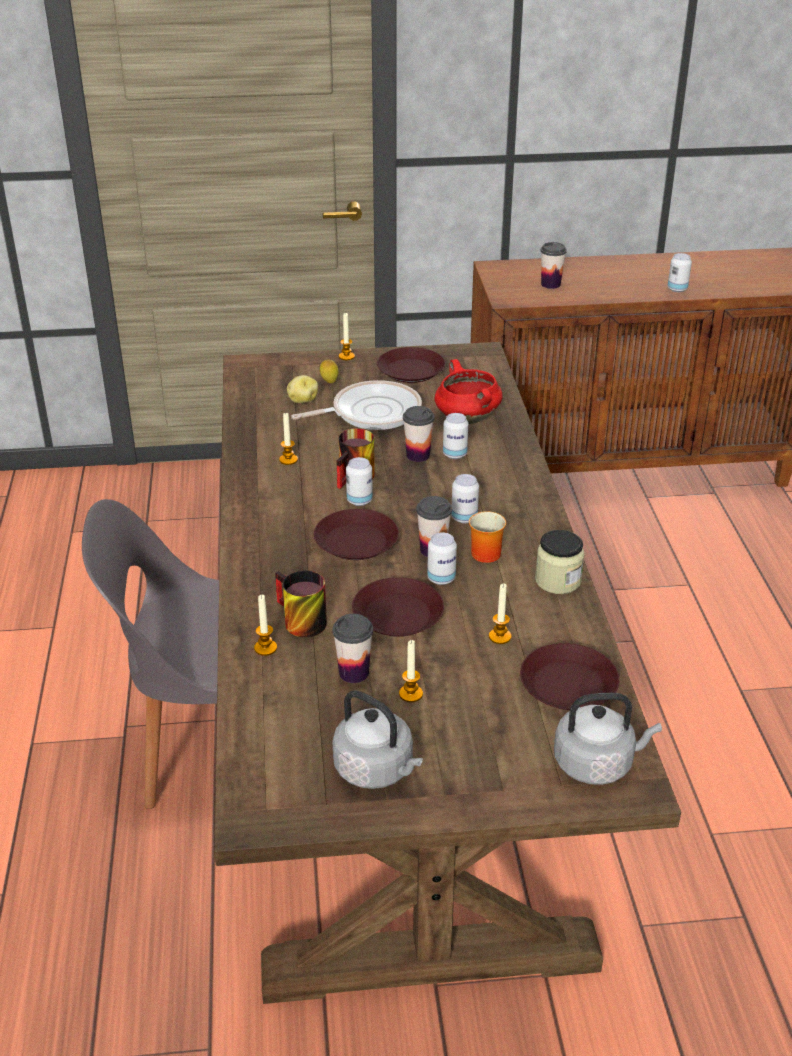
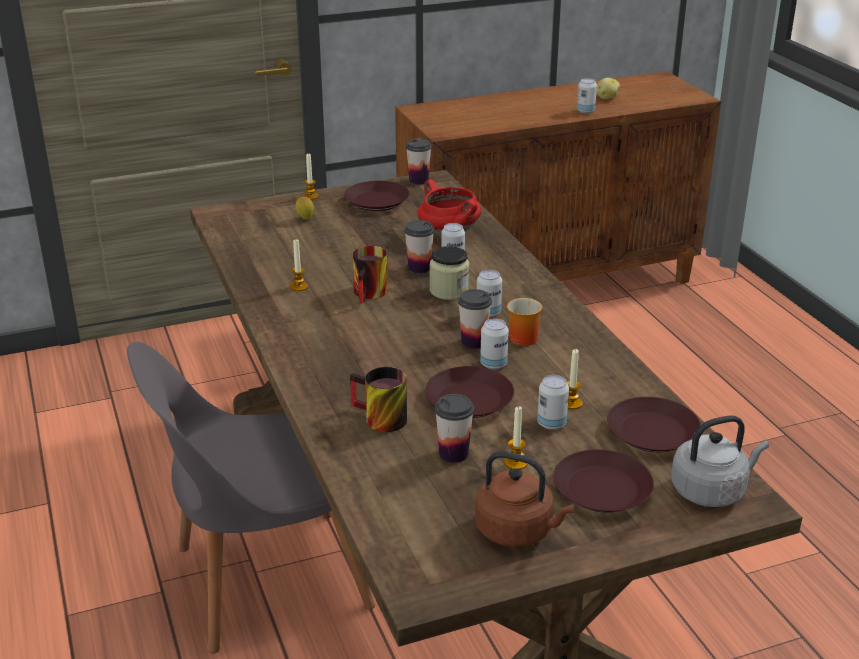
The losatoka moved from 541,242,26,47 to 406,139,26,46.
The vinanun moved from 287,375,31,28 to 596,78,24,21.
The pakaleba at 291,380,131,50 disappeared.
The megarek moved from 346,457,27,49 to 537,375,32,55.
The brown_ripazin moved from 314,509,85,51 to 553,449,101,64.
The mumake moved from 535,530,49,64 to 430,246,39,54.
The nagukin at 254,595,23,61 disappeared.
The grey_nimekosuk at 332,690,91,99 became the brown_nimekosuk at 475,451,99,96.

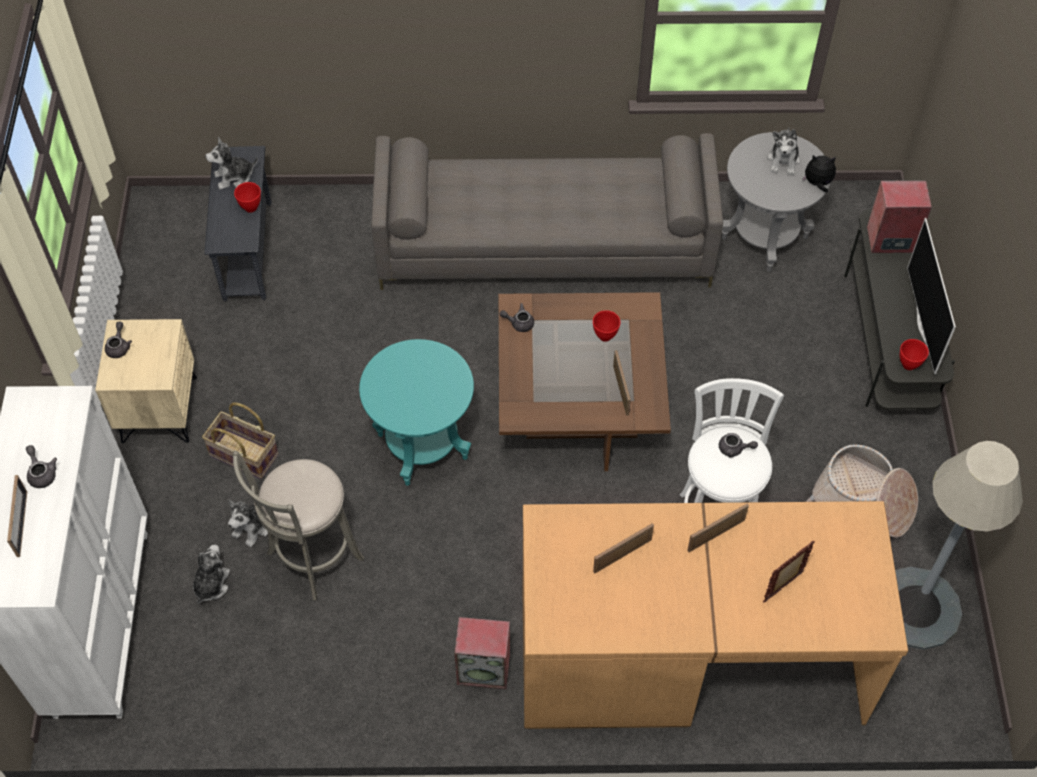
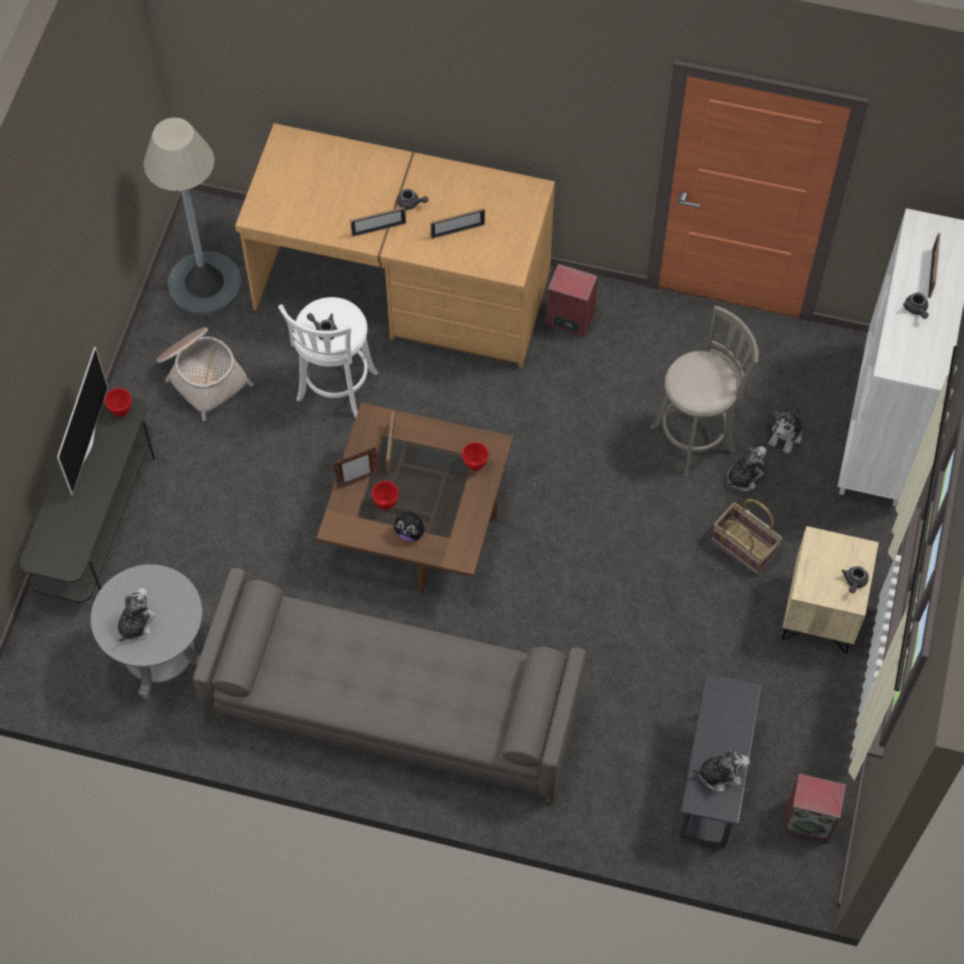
The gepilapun moved from 802,155,34,37 to 394,510,35,31.
The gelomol moved from 867,180,65,73 to 783,773,63,70.
The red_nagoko moved from 234,182,27,31 to 462,442,27,29.
The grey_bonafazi moved from 500,303,34,29 to 397,189,32,21.
The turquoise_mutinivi at 359,339,115,147 disappeared.
The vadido moved from 763,541,52,61 to 333,446,46,43.

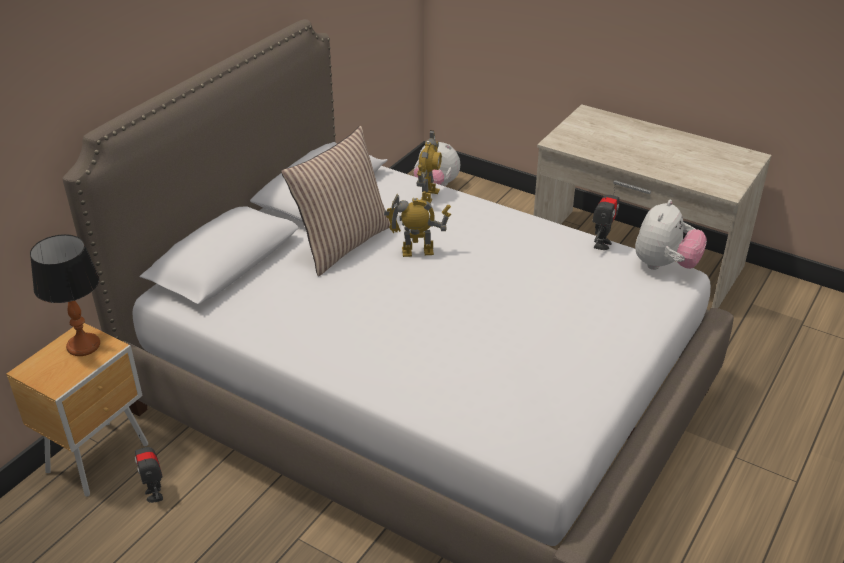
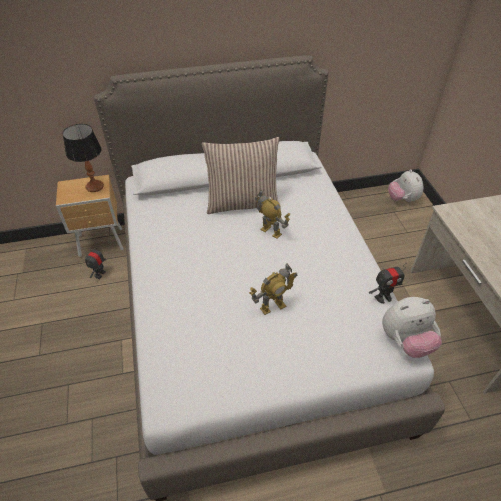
The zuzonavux moved from 416,130,26,74 to 249,264,49,51.

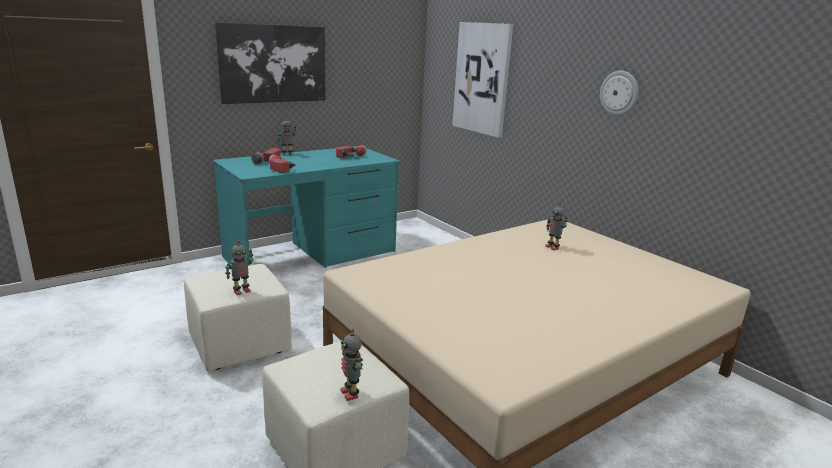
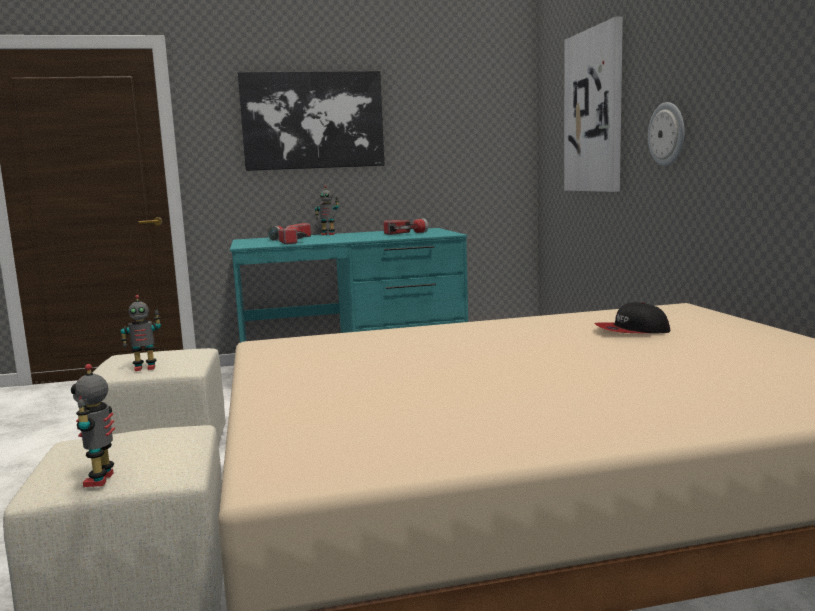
The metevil moved from 600,71,38,45 to 648,102,37,64.
The zuzonavux at 545,202,23,48 was replaced by the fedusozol at 594,302,76,32.

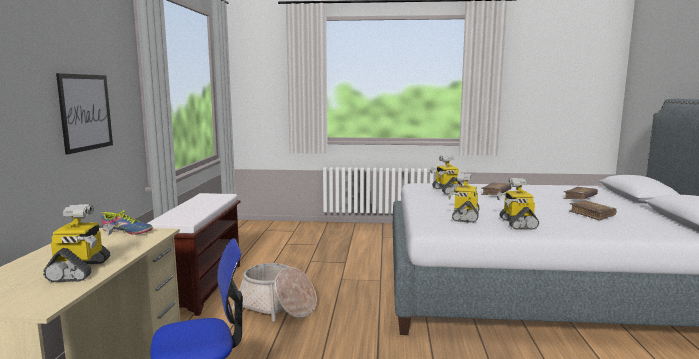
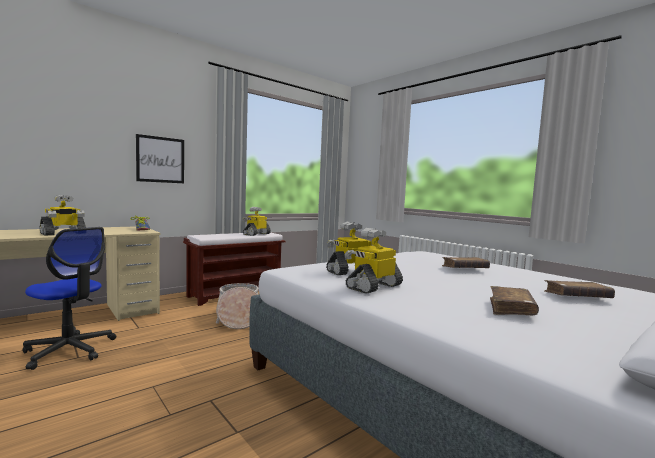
The zuzonavux moved from 430,155,33,39 to 242,207,29,29.

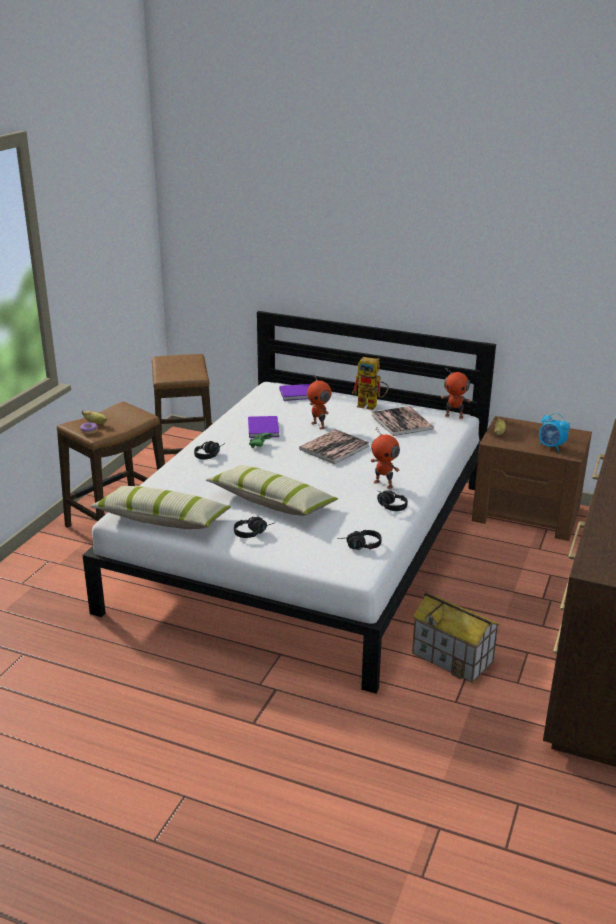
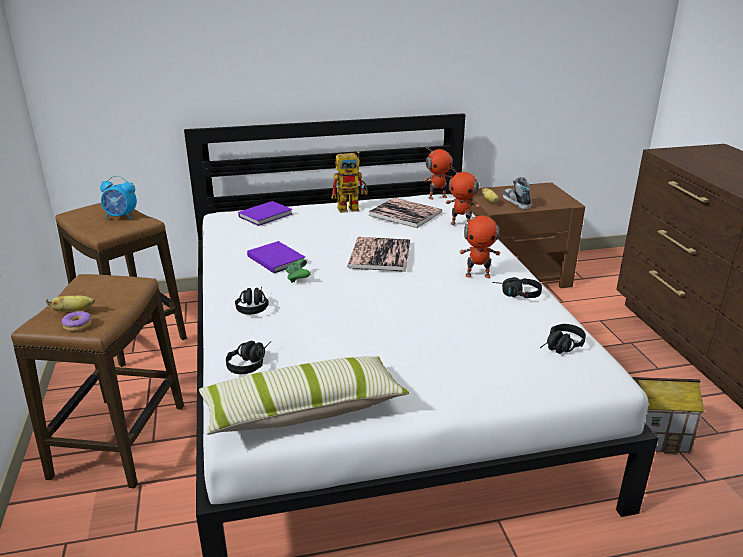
The zuzonavux moved from 307,374,25,56 to 446,166,34,59.
The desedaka moved from 539,413,31,39 to 100,175,37,44.
The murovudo at 206,465,132,51 disappeared.
The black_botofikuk moved from 234,517,40,21 to 226,341,45,33.
The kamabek at 503,177,28,32 appeared.

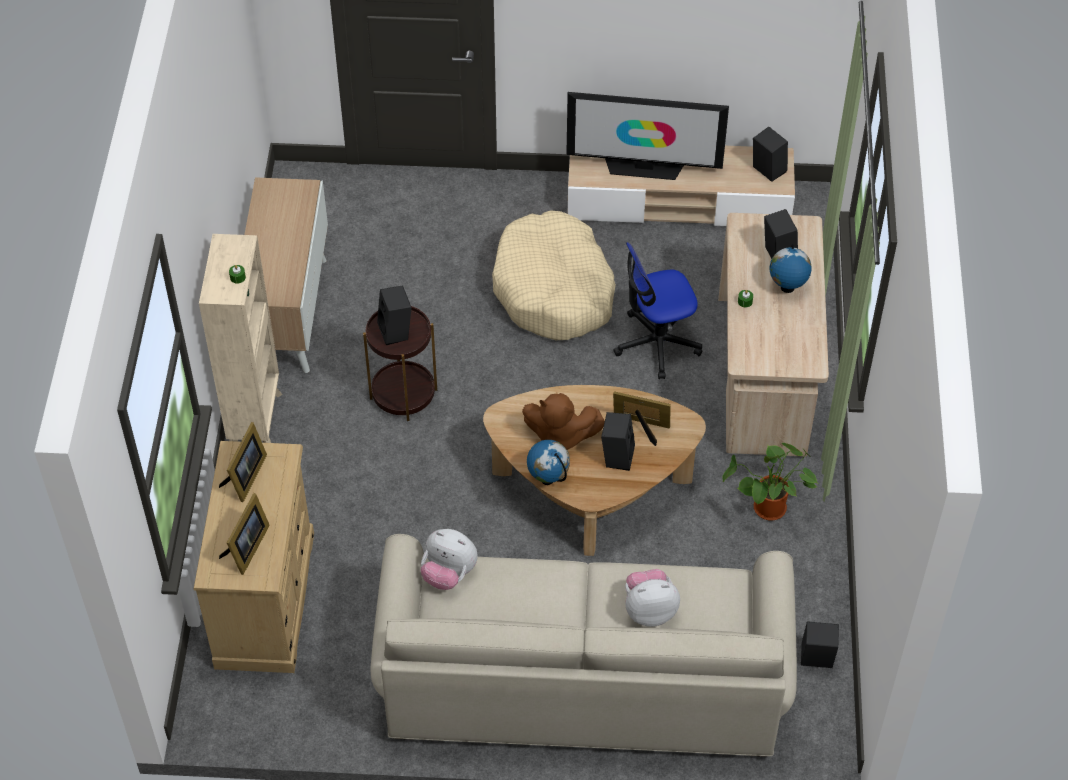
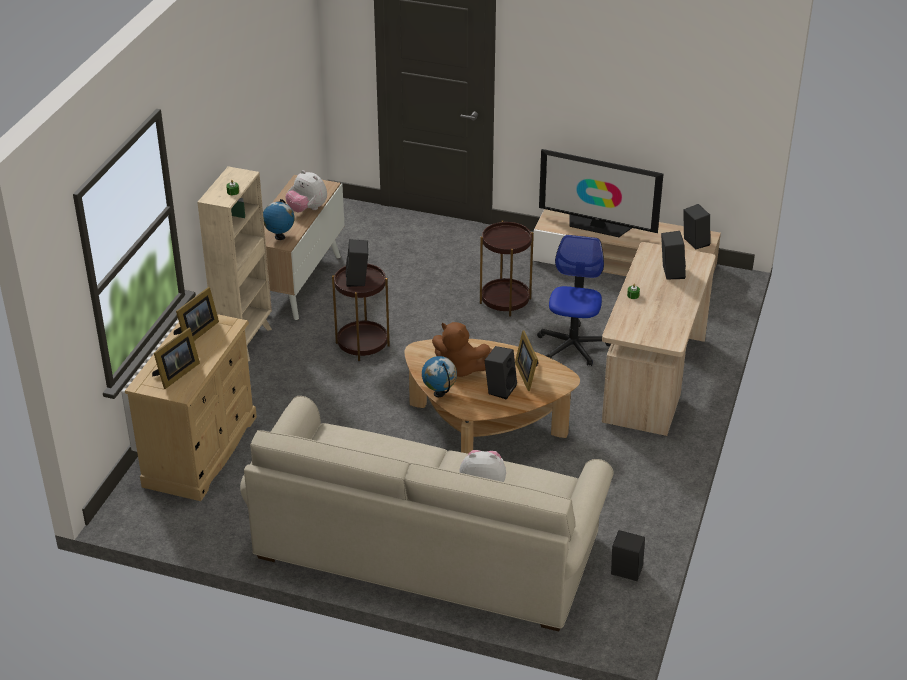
The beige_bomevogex at 492,210,124,130 was replaced by the brown_mutinivi at 480,220,54,97.
The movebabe at 613,242,89,137 turned 105 degrees clockwise.
The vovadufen moved from 770,244,42,49 to 263,199,31,41.
The vadido at 613,391,58,55 turned 135 degrees counterclockwise.
The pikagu at 722,443,95,77 disappeared.
The gepilapun moved from 420,529,58,61 to 286,170,41,42.

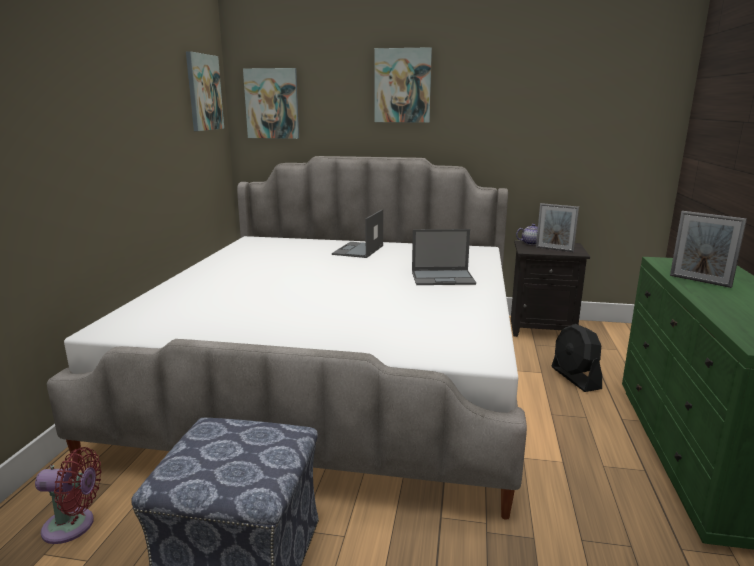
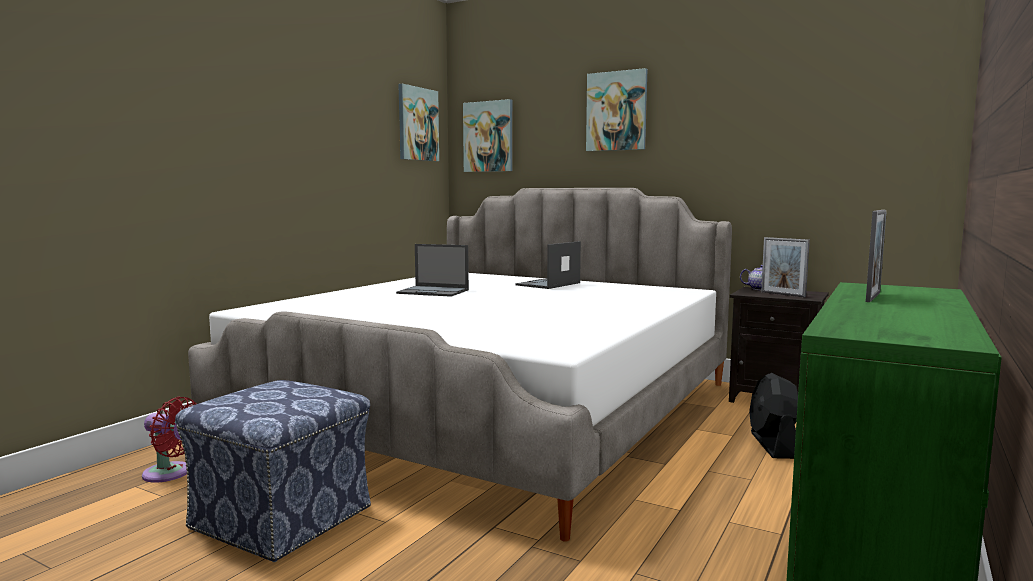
The vadido at 670,211,77,77 turned 120 degrees counterclockwise.
The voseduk moved from 412,229,64,56 to 396,244,73,53.

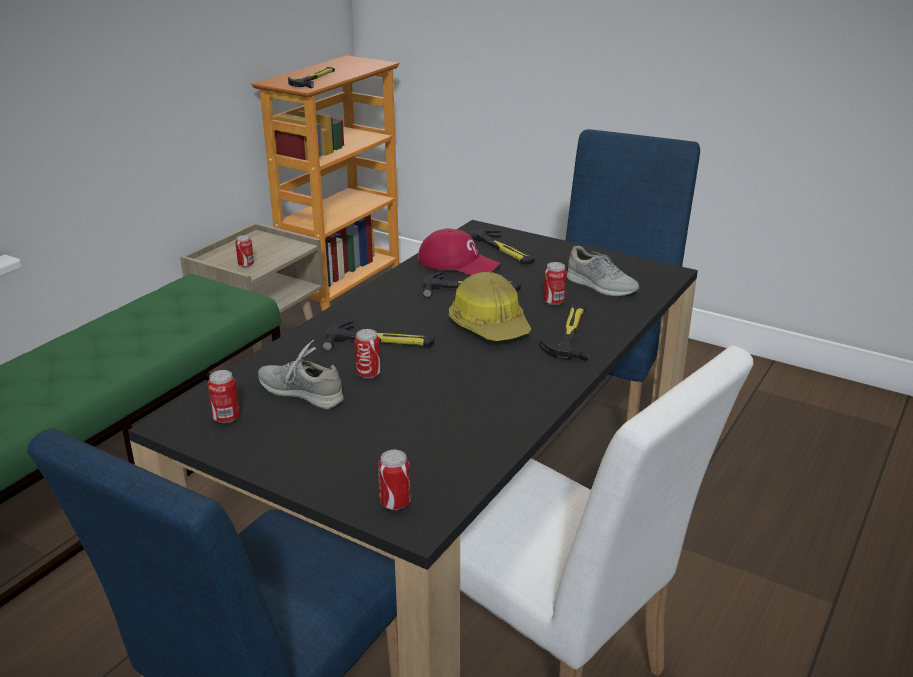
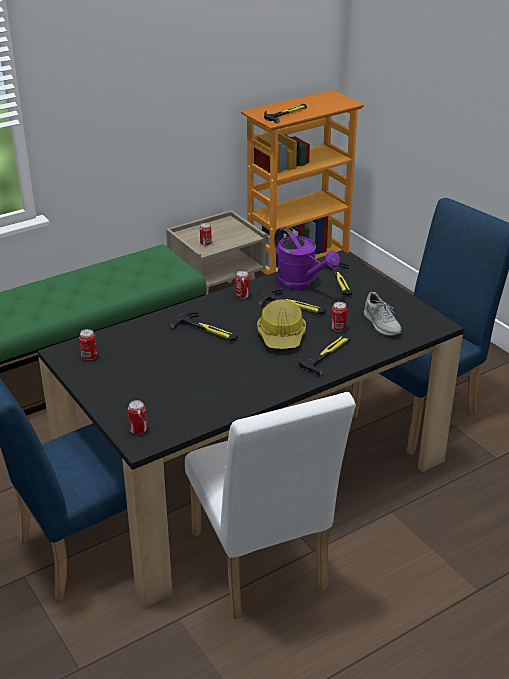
The red_fedusozol at 417,228,84,47 was replaced by the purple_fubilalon at 274,227,66,64.
The megarek moved from 354,329,27,50 to 235,271,15,28.
The grey_kamabek at 258,340,86,69 disappeared.

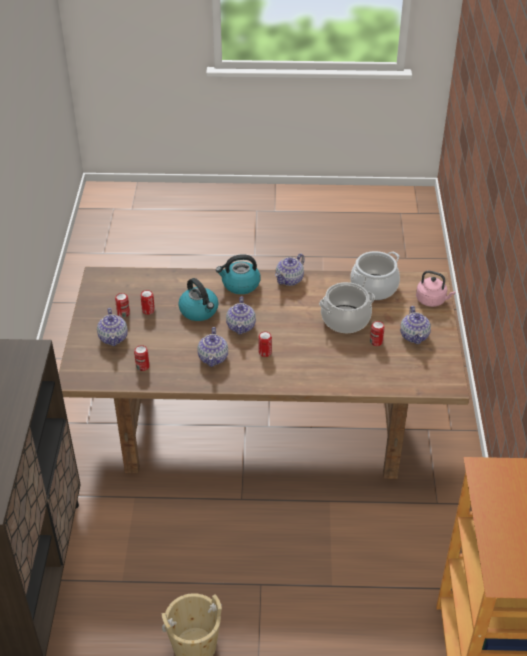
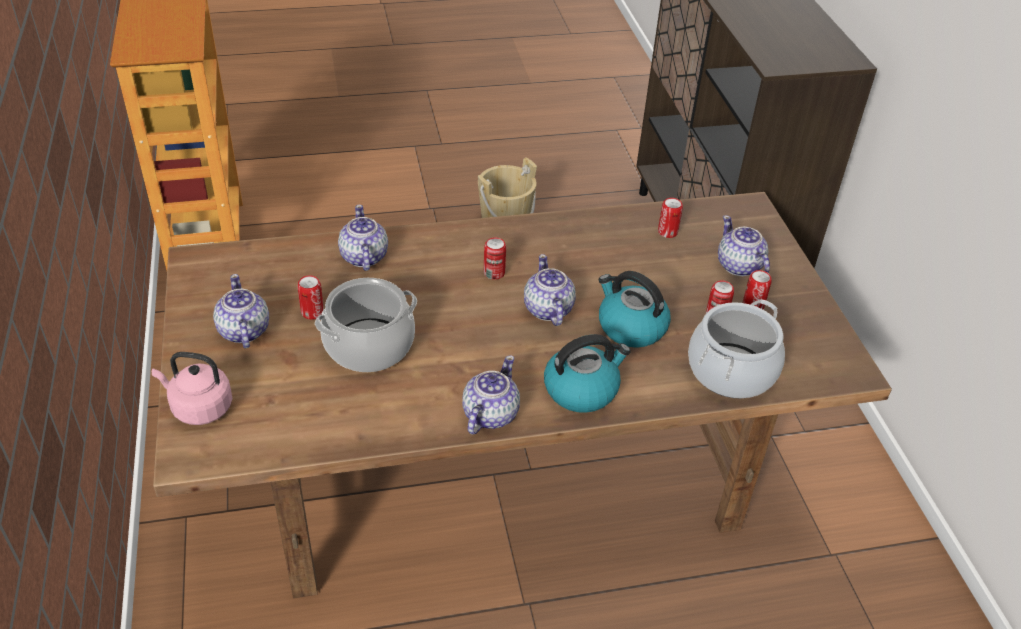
The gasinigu moved from 350,251,50,49 to 688,299,97,100.
The bonafazi moved from 197,327,31,40 to 338,205,50,66.

